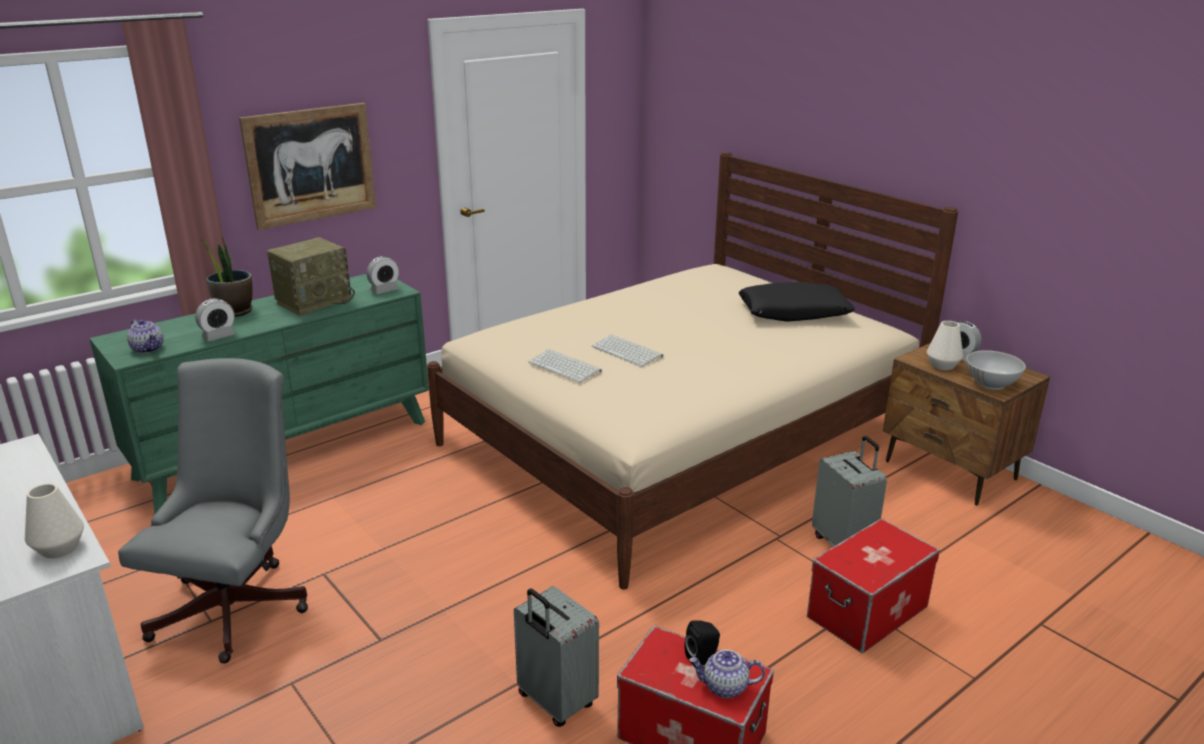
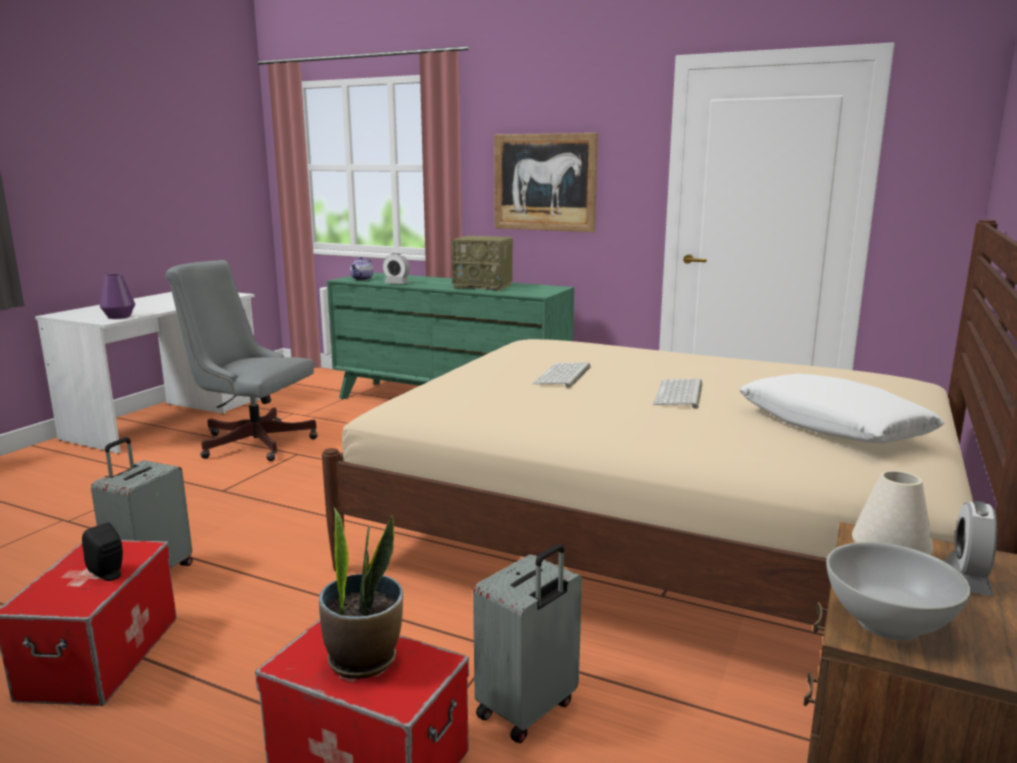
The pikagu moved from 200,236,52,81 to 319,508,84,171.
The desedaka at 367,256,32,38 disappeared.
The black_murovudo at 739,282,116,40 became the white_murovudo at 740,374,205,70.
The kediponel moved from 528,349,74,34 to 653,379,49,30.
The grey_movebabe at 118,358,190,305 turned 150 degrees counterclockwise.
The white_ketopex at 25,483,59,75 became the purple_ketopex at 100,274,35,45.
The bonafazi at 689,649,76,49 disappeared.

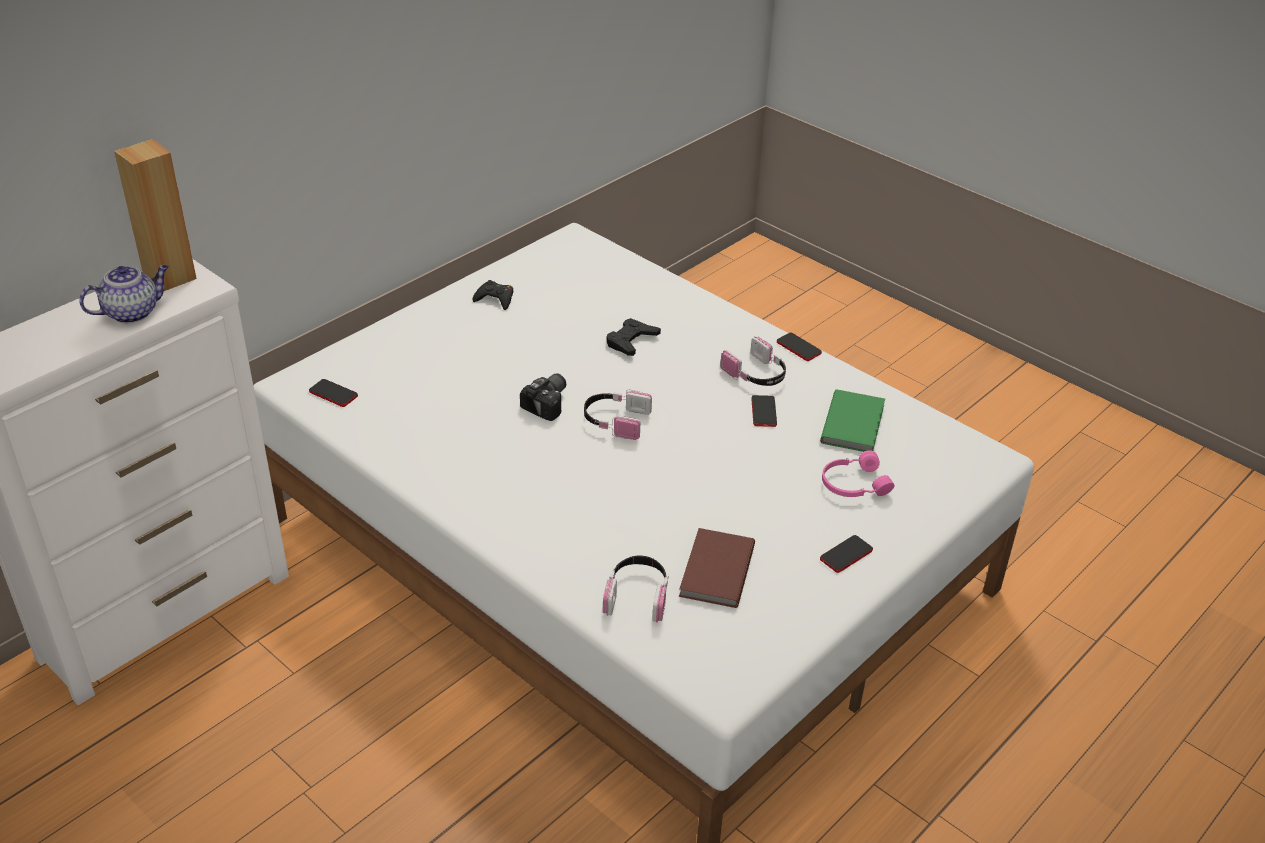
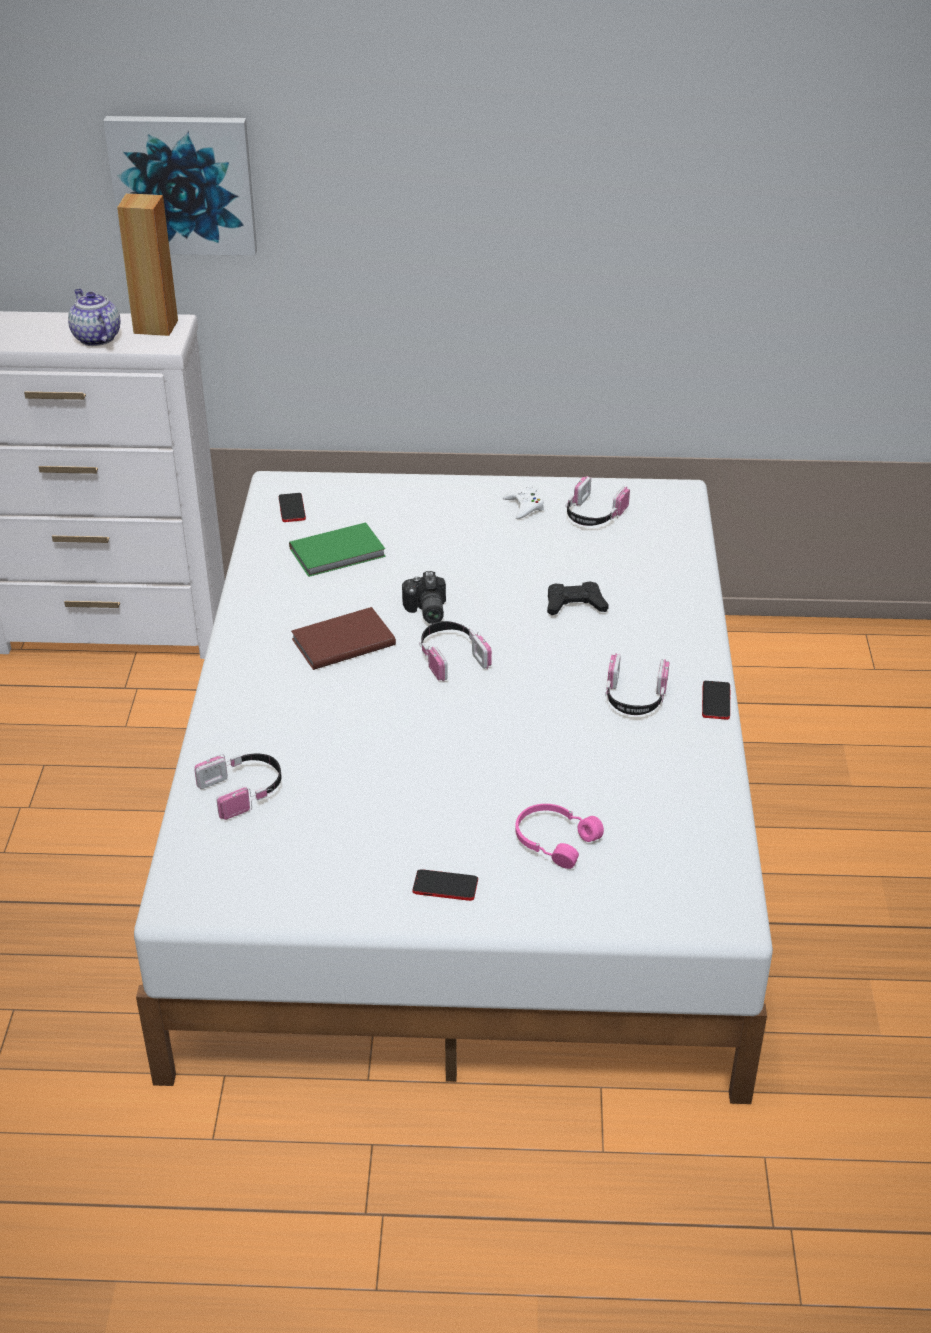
The bonafazi at 79,265,90,58 turned 135 degrees counterclockwise.
The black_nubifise at 472,280,41,30 became the white_nubifise at 503,485,41,34.
The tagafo at 520,373,46,48 turned 90 degrees clockwise.
The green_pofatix moved from 820,390,65,62 to 289,522,97,55.
The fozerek at 752,395,25,32 disappeared.
The brown_pofatix moved from 679,528,76,80 to 291,607,105,63.
The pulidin at 103,116,154,140 appeared.
The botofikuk at 566,476,64,50 appeared.

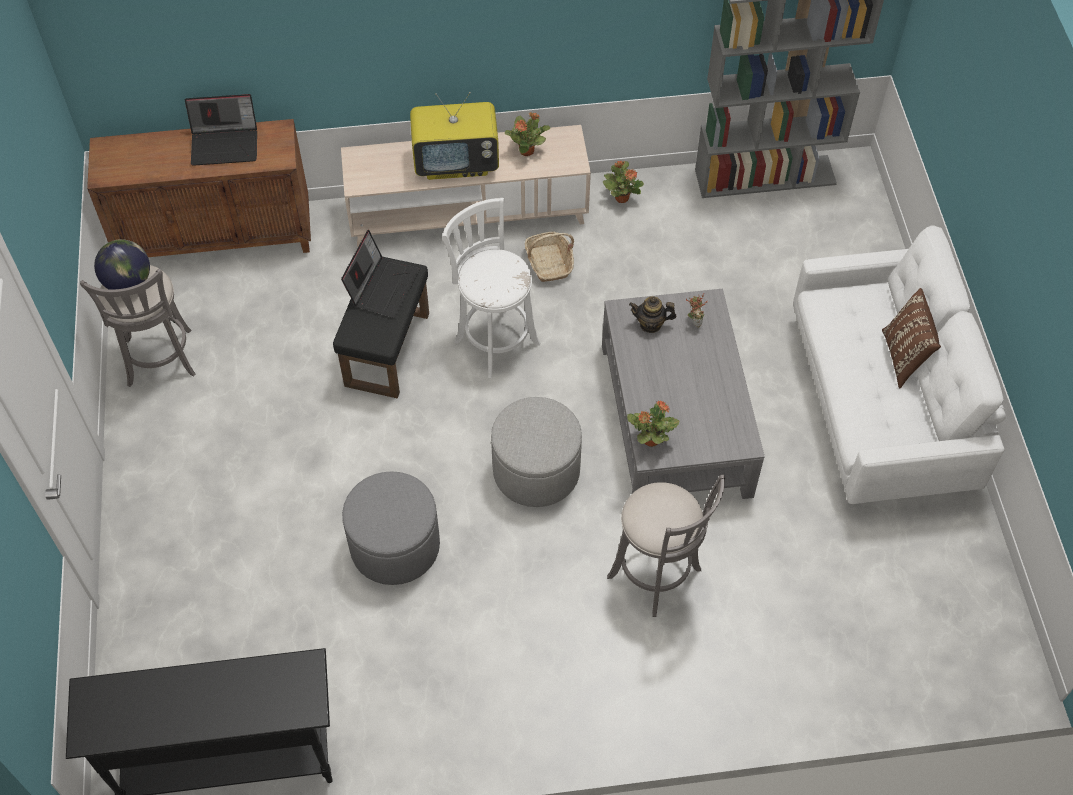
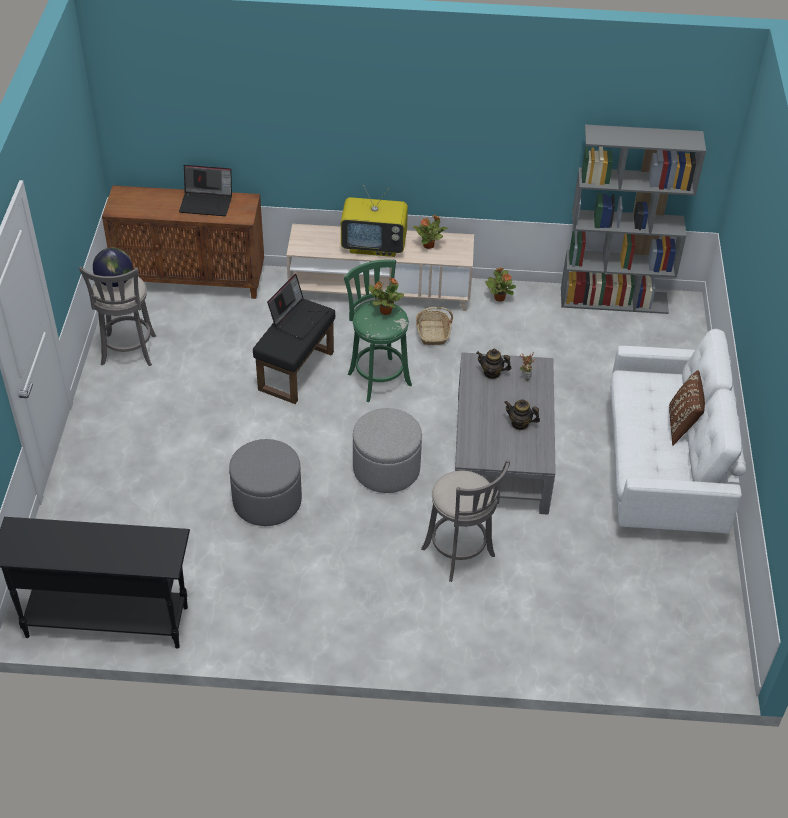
The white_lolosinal at 442,198,98,180 became the green_lolosinal at 344,259,68,143.
The pikagu moved from 627,400,52,47 to 368,278,36,37.
The bonafazi at 504,399,36,31 appeared.

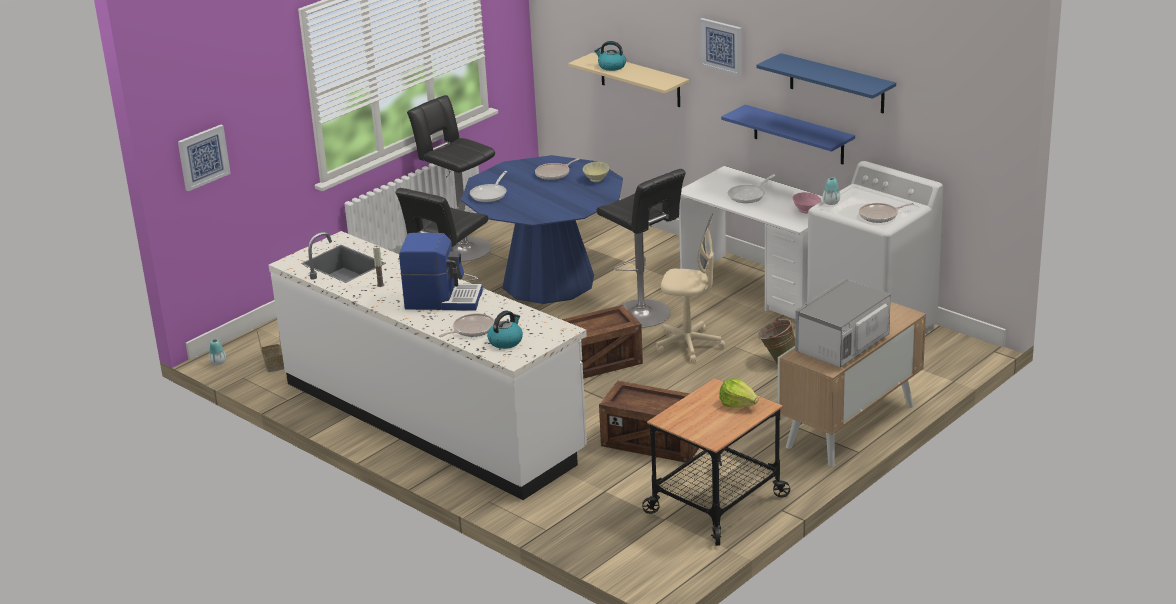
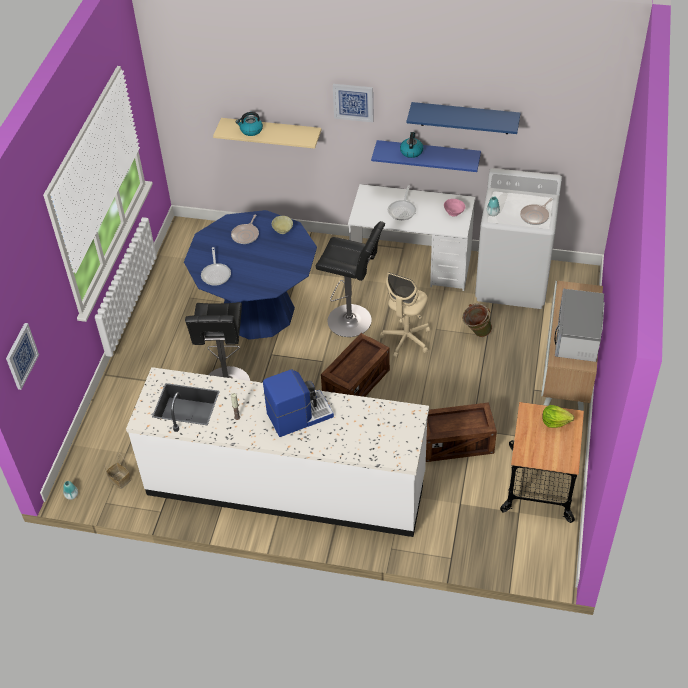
The black_lolosinal at 407,95,88,167 disappeared.
The beige_movebabe at 656,213,69,149 turned 135 degrees clockwise.
The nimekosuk moved from 487,311,36,38 to 400,132,23,26.
The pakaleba at 439,313,55,24 disappeared.

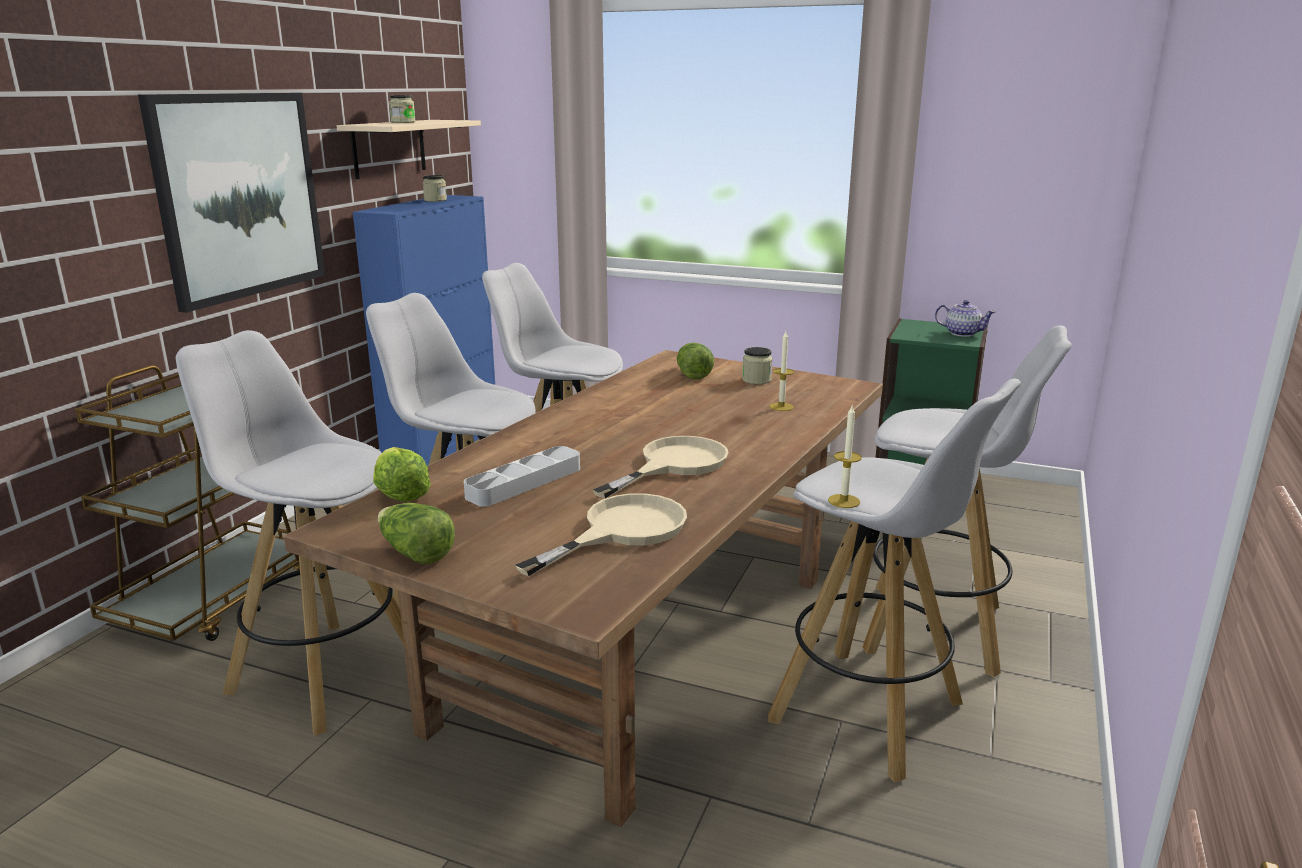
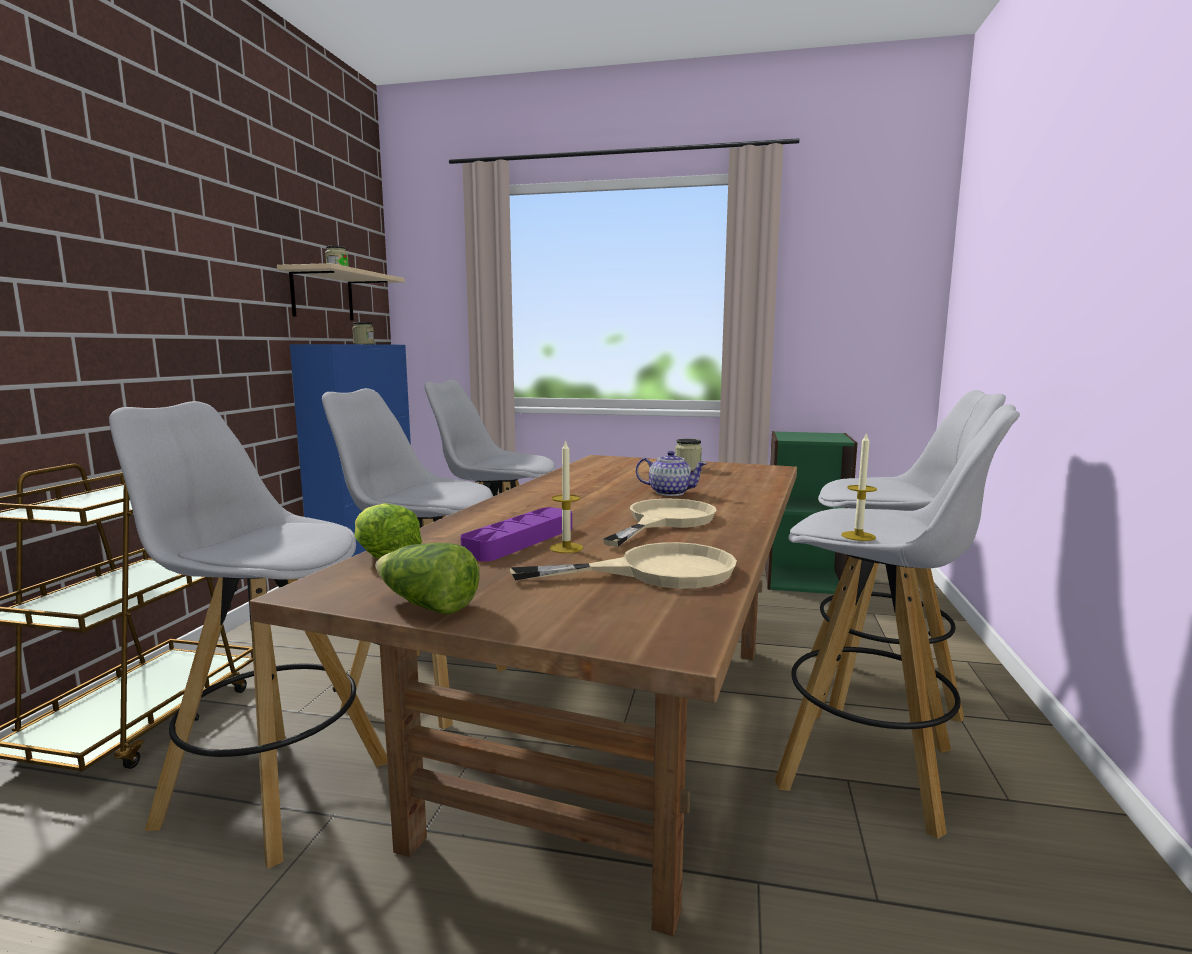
The pulidin at 138,93,187,220 disappeared.
The bonafazi moved from 935,300,61,37 to 636,451,71,45.
The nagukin moved from 769,331,25,80 to 550,439,33,114.
The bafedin at 677,343,37,37 disappeared.
The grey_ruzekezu at 464,446,116,61 became the purple_ruzekezu at 460,507,112,54.
The beige_pakaleba at 515,493,172,83 turned 45 degrees clockwise.

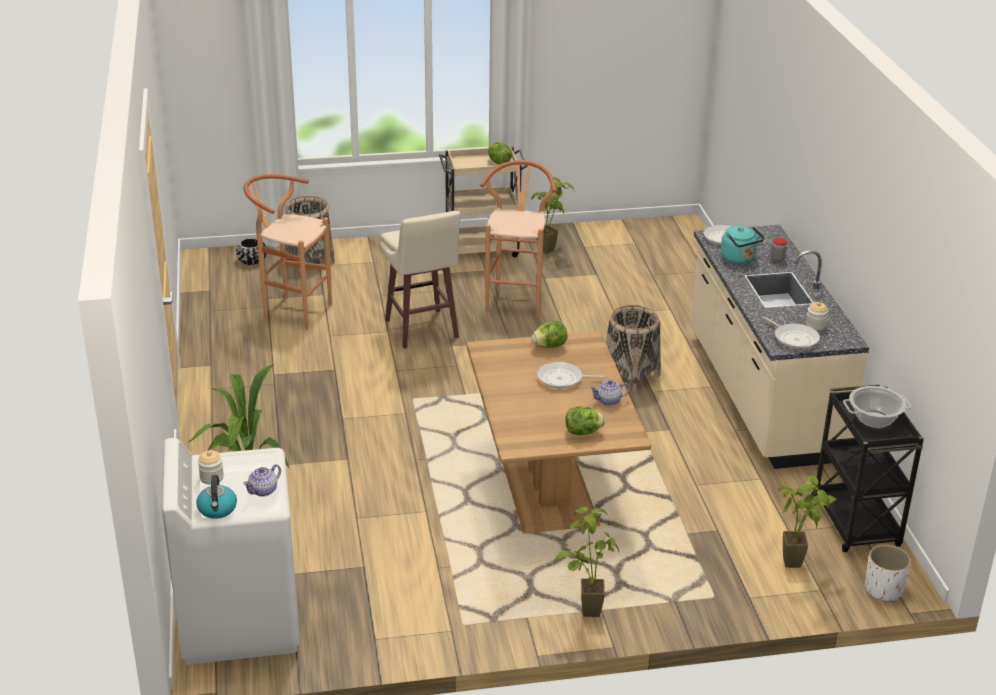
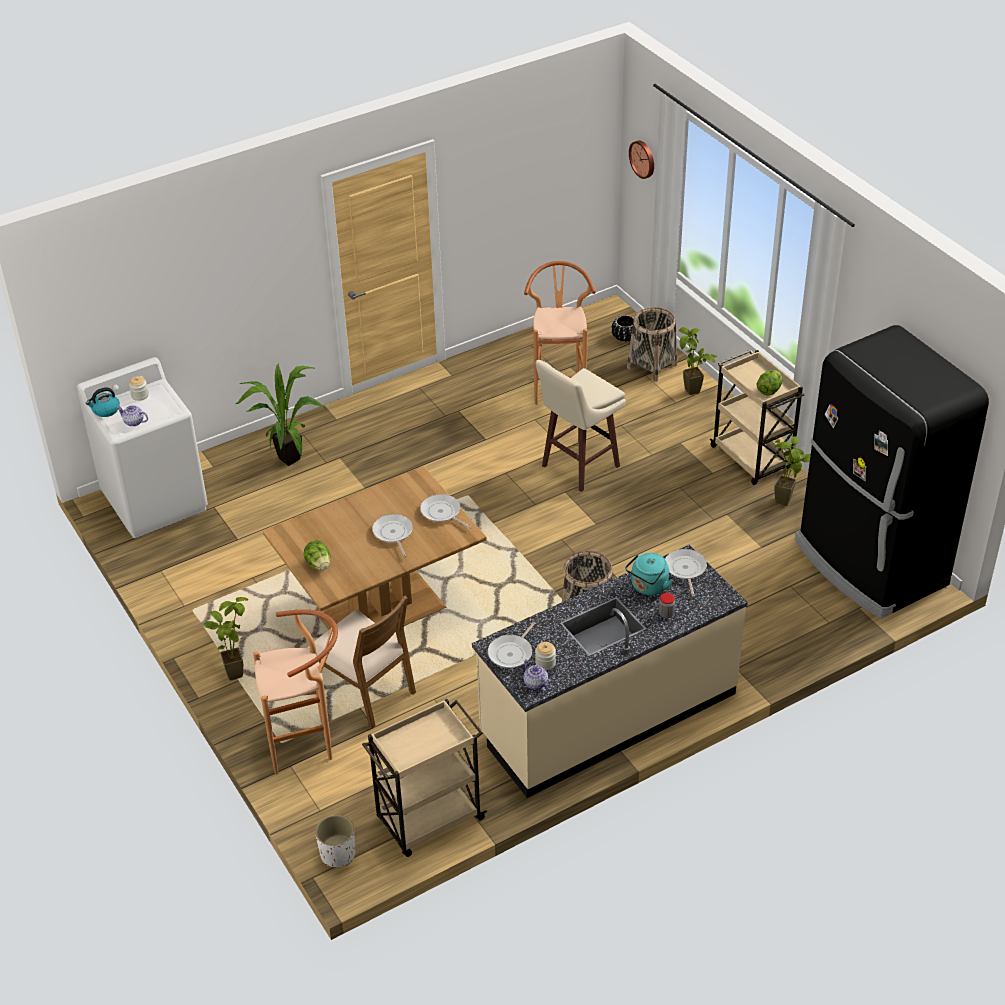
The brown_lolosinal moved from 480,160,76,157 to 253,610,85,164.
The bafedin at 531,321,37,27 was replaced by the pakaleba at 420,494,52,35.
The bonafazi moved from 590,380,40,26 to 524,659,25,32.
The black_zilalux at 812,384,112,168 became the beige_zilalux at 362,699,125,158.
The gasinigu at 843,386,69,42 disappeared.
The pikagu moved from 778,476,59,92 to 679,327,39,68.
The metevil at 629,140,25,39 appeared.
The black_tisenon at 795,325,194,294 appeared.
The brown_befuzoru at 307,596,109,132 appeared.

